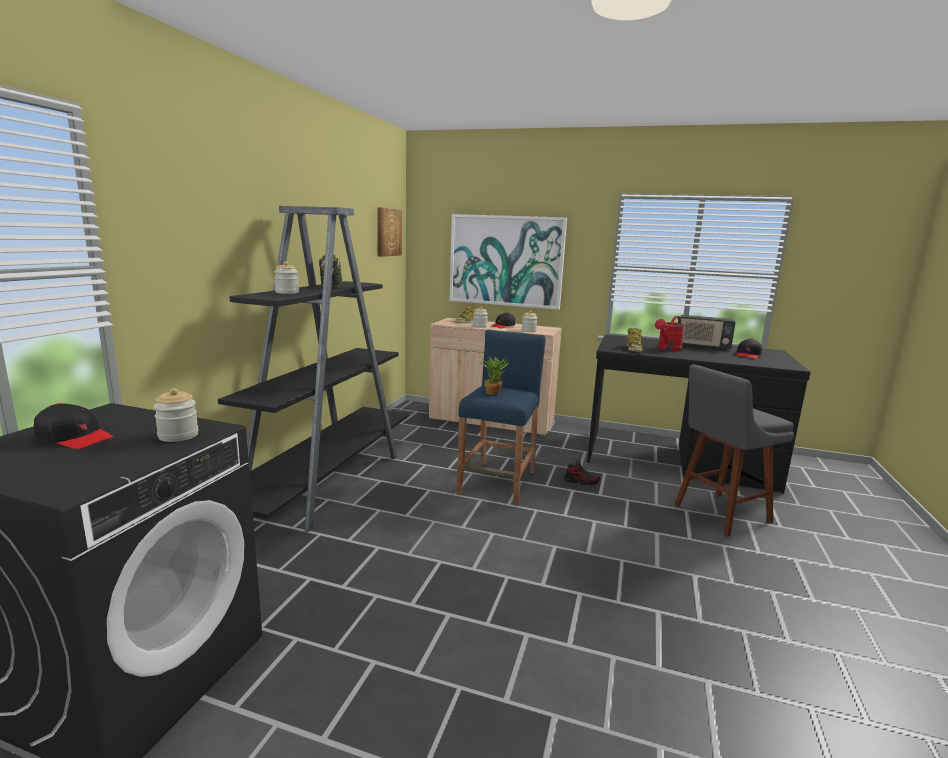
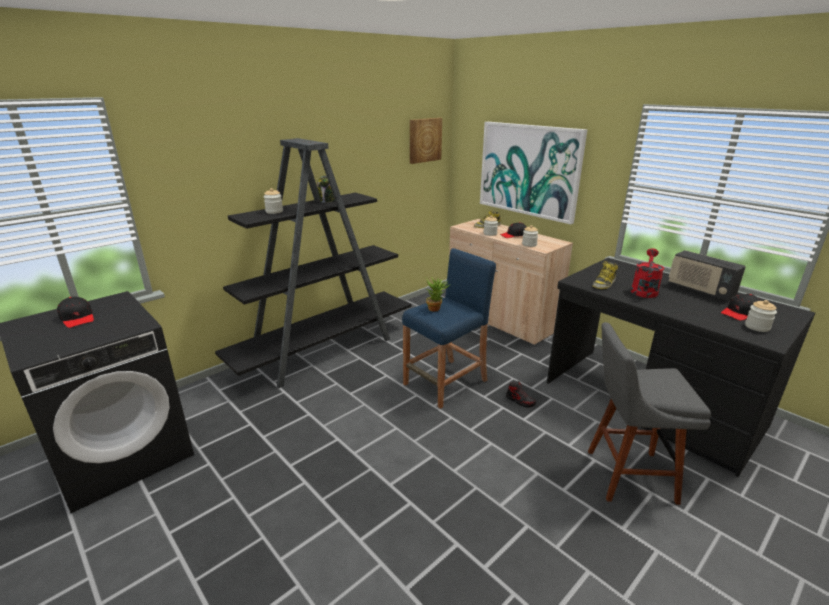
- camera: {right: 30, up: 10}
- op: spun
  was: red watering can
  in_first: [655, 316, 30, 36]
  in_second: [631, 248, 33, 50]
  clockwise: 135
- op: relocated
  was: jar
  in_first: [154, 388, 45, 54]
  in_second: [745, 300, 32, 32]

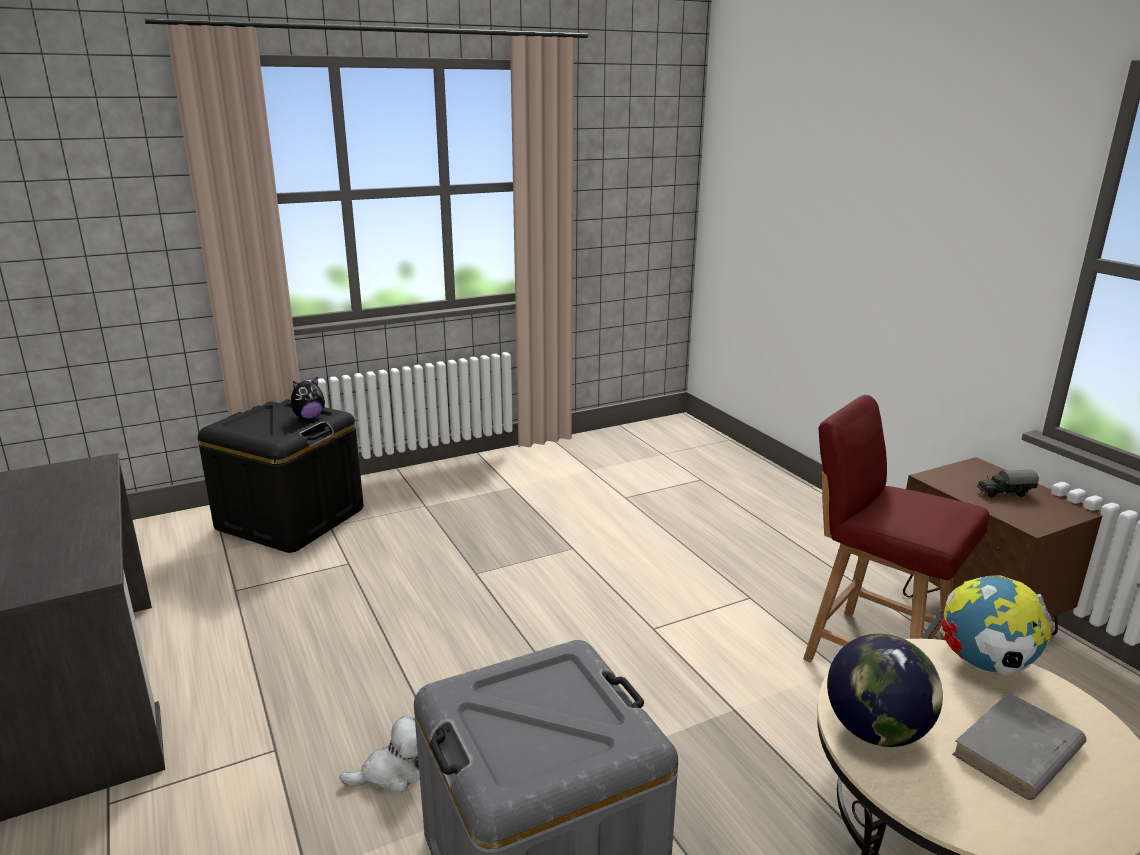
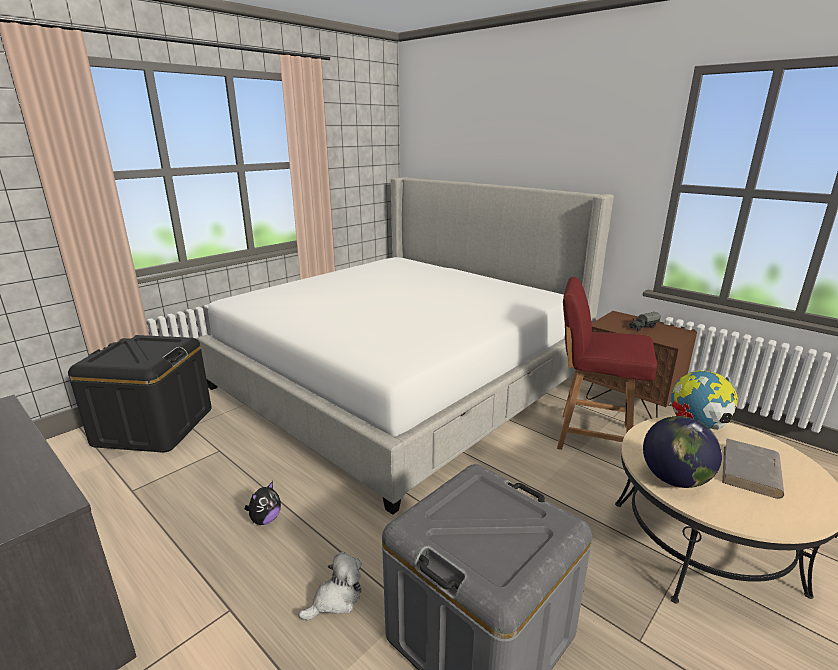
- camera: {right: -20, up: 0}
- op: relocated
  was: plush toy
  in_first: [291, 376, 34, 43]
  in_second: [245, 481, 36, 44]
- op: appeared
  now: bed
  in_second: [197, 177, 417, 338]

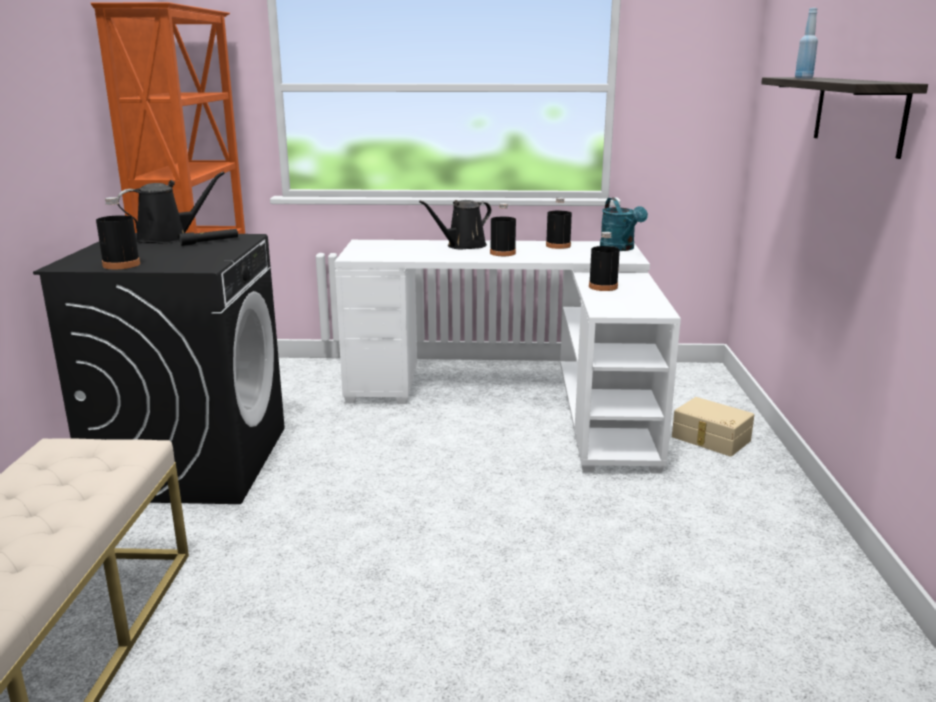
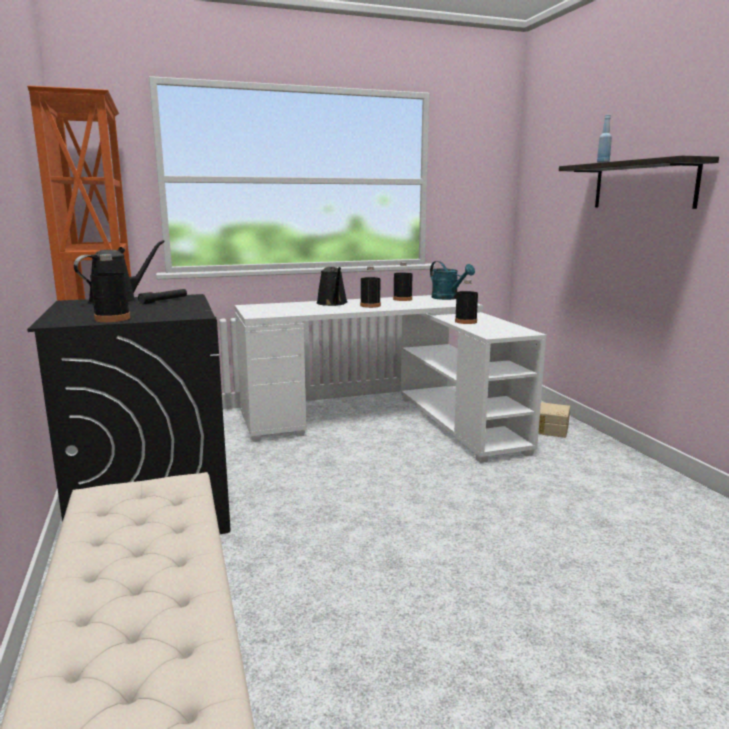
- camera: {right: -20, up: -5}
- op: spun
  was: black watering can
  in_first: [419, 200, 73, 50]
  in_second: [316, 266, 31, 40]
  clockwise: -45

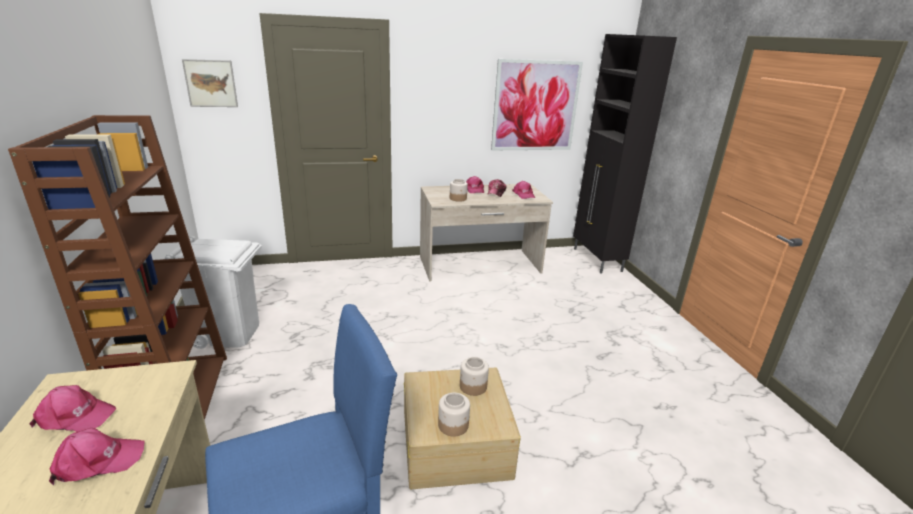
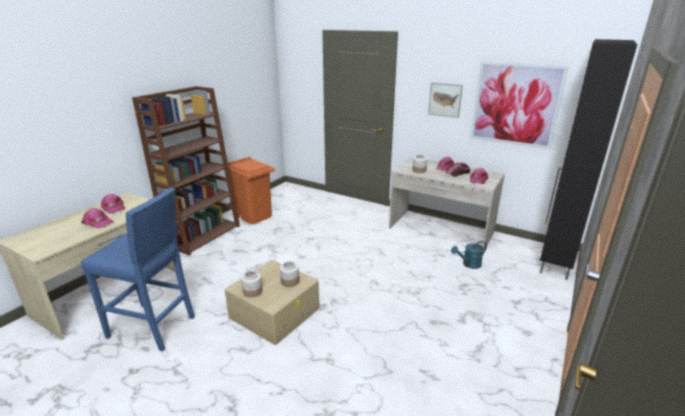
- camera: {right: 45, up: 0}
- op: relocated
  was: picture
  in_first: [182, 59, 56, 48]
  in_second: [428, 82, 35, 36]
- op: colour
  was: white trash can
  now: orange trash can
  in_first: [165, 236, 97, 113]
  in_second: [228, 157, 47, 67]
- op: appeared
  now: turquoise watering can
  in_second: [451, 241, 36, 28]

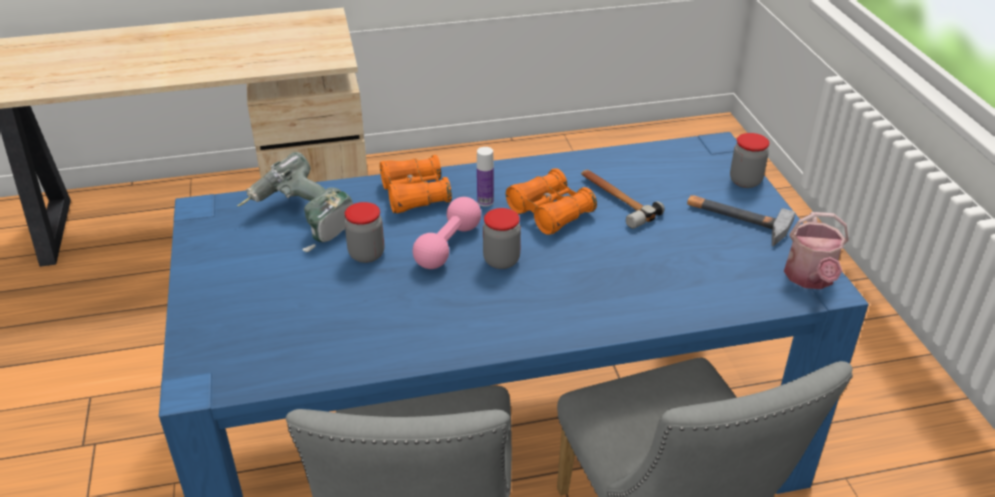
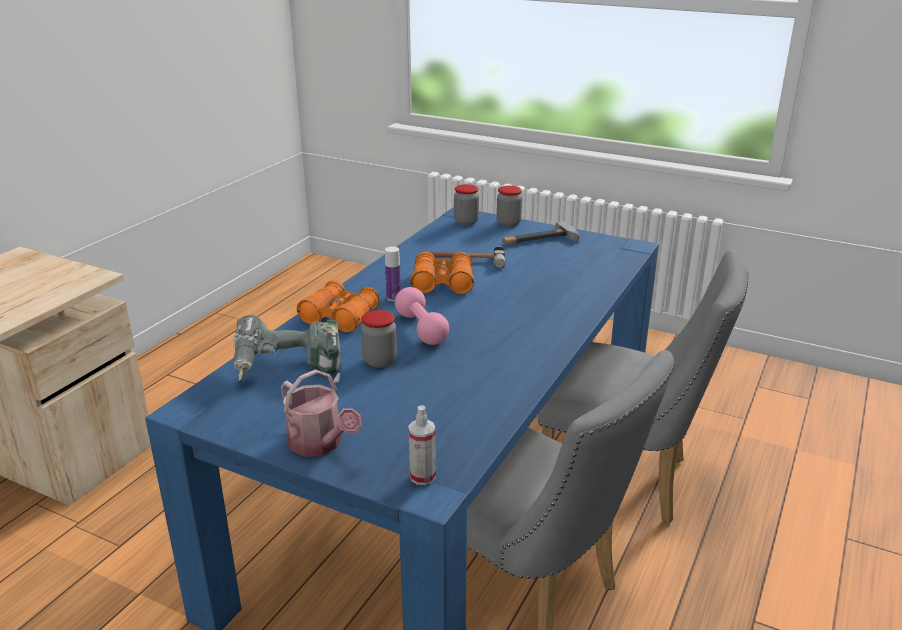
- camera: {right: -50, up: -10}
- op: relocated
  was: jar
  in_first: [483, 208, 38, 61]
  in_second: [454, 184, 25, 41]
- op: relocated
  was: watering can
  in_first: [784, 212, 65, 77]
  in_second: [281, 369, 81, 88]
- op: appeared
  now: spray bottle
  in_second: [408, 405, 28, 80]

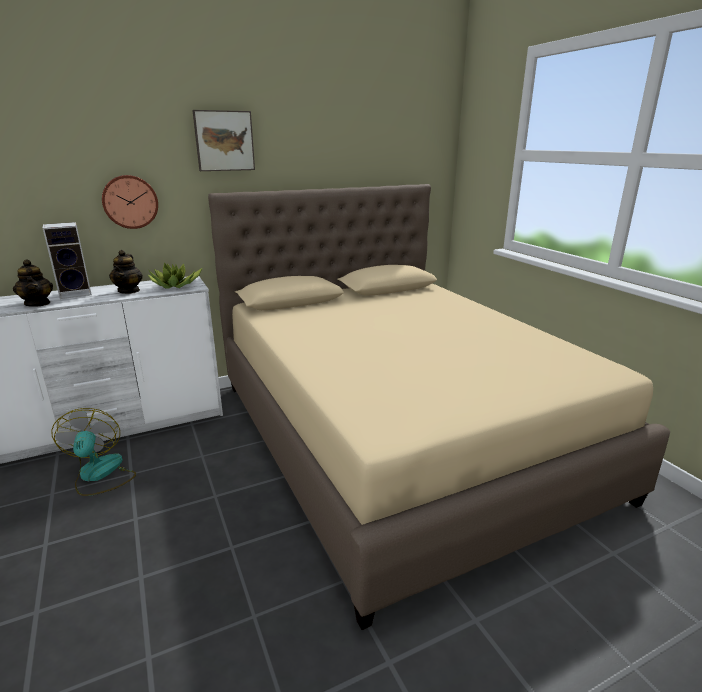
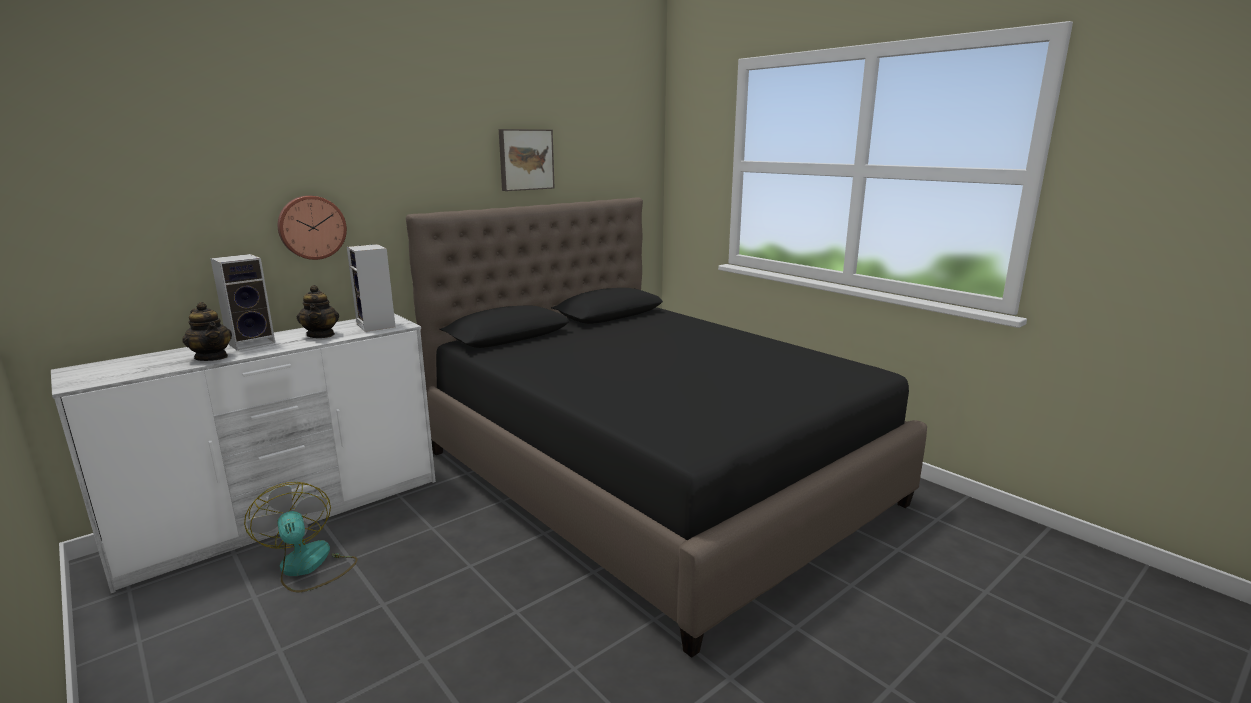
- camera: {right: -15, up: -5}
- op: relocated
  was: picture
  in_first: [192, 110, 63, 61]
  in_second: [499, 129, 56, 62]
- op: colour
  was: beige bed
  now: black bed
  in_first: [208, 184, 462, 446]
  in_second: [406, 197, 521, 461]
- op: exchanged
  was: potted plant
  now: speaker
  in_first: [147, 262, 55, 27]
  in_second: [347, 244, 49, 88]

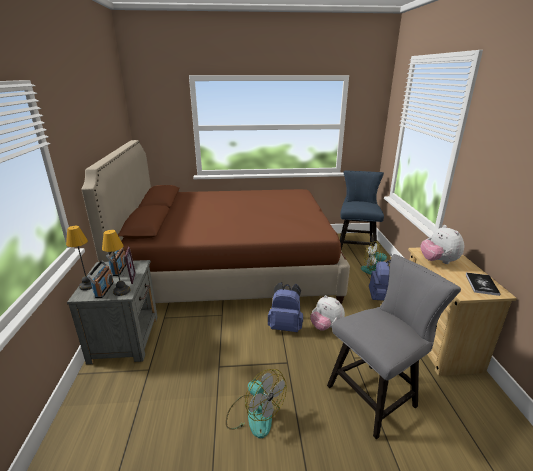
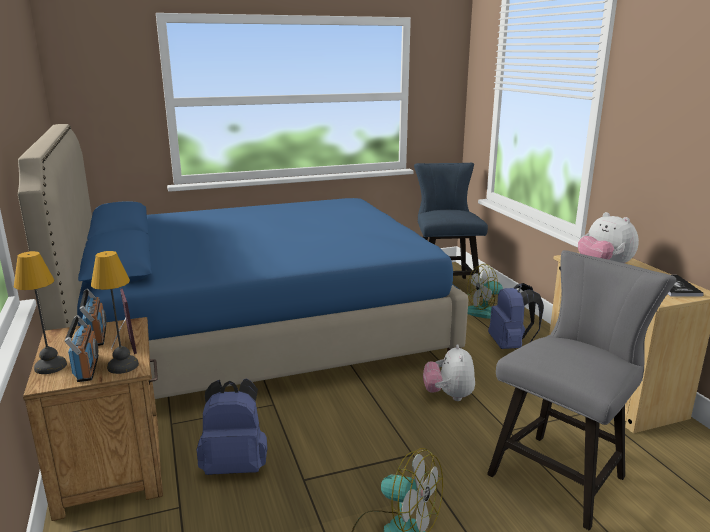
- camera: {right: -15, up: -5}
- op: colour
  was: brown bed
  now: blue bed
  in_first: [82, 140, 268, 164]
  in_second: [18, 124, 451, 275]
- op: colour
  was: grey nightstand
  now: brown nightstand
  in_first: [67, 260, 91, 105]
  in_second: [23, 317, 140, 204]
- op: relocated
  was: blue backpack
  in_first: [268, 282, 35, 50]
  in_second: [196, 379, 71, 96]
- op: spun
  was: plush toy
  in_first: [311, 295, 34, 36]
  in_second: [423, 344, 52, 57]
  clockwise: 60

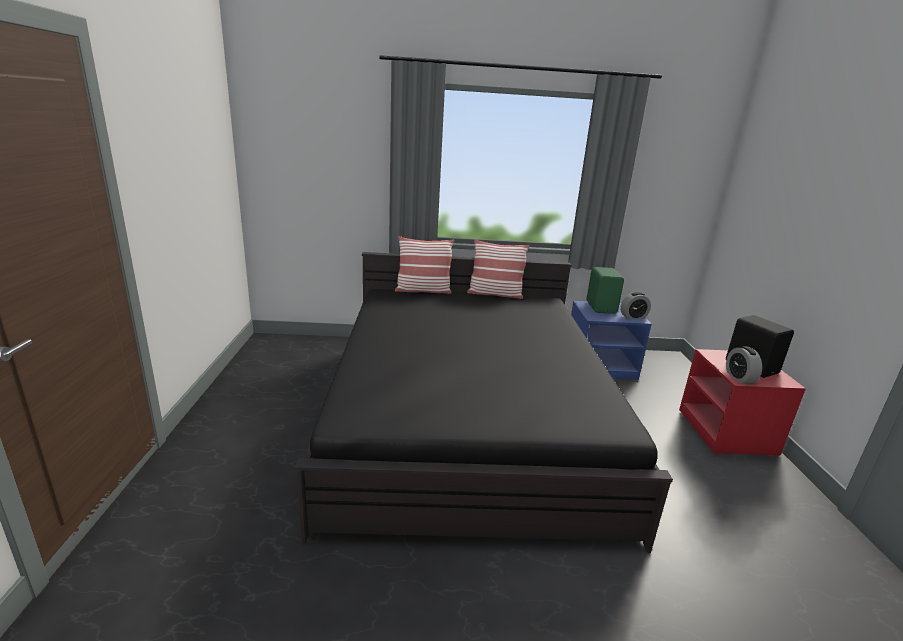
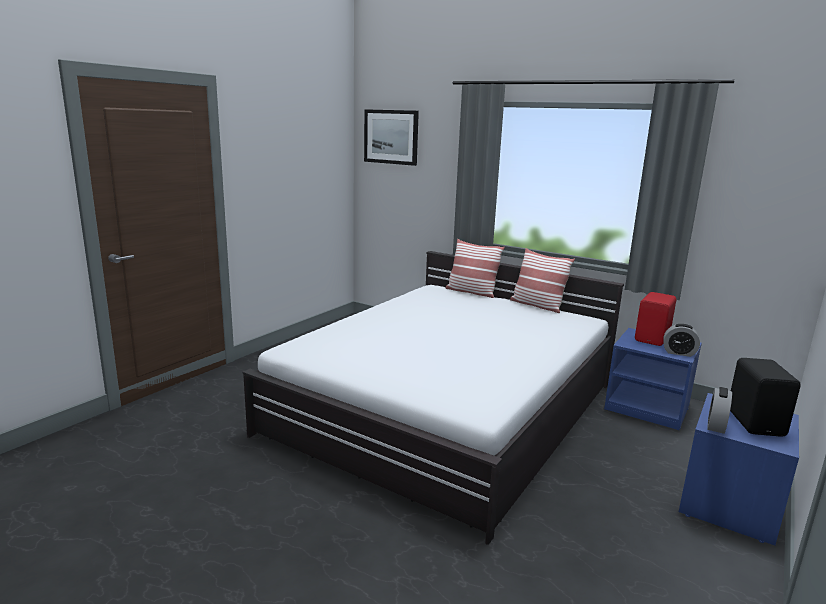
- camera: {right: 35, up: -5}
- op: colour
  was: black bed
  now: white bed
  in_first: [295, 252, 378, 301]
  in_second: [243, 251, 381, 294]
- op: colour
  was: green speaker
  now: red speaker
  in_first: [586, 267, 38, 47]
  in_second: [635, 292, 41, 54]
- op: colour
  was: red nightstand
  now: blue nightstand
  in_first: [679, 349, 127, 108]
  in_second: [679, 393, 120, 153]
- op: appeared
  now: picture
  in_second: [364, 109, 55, 57]

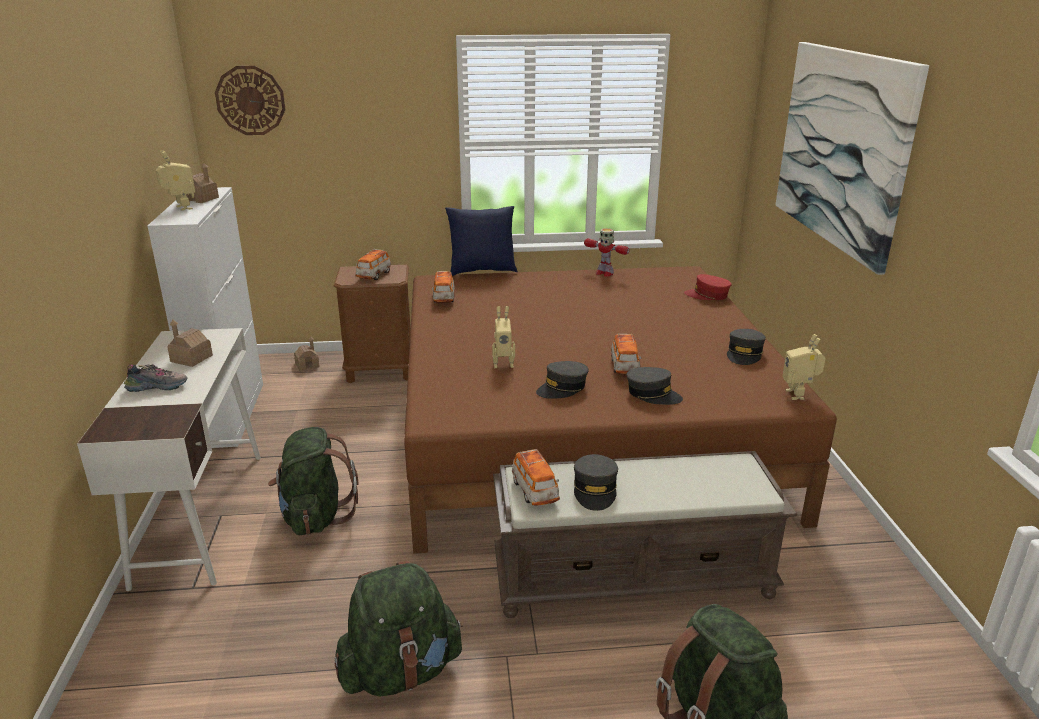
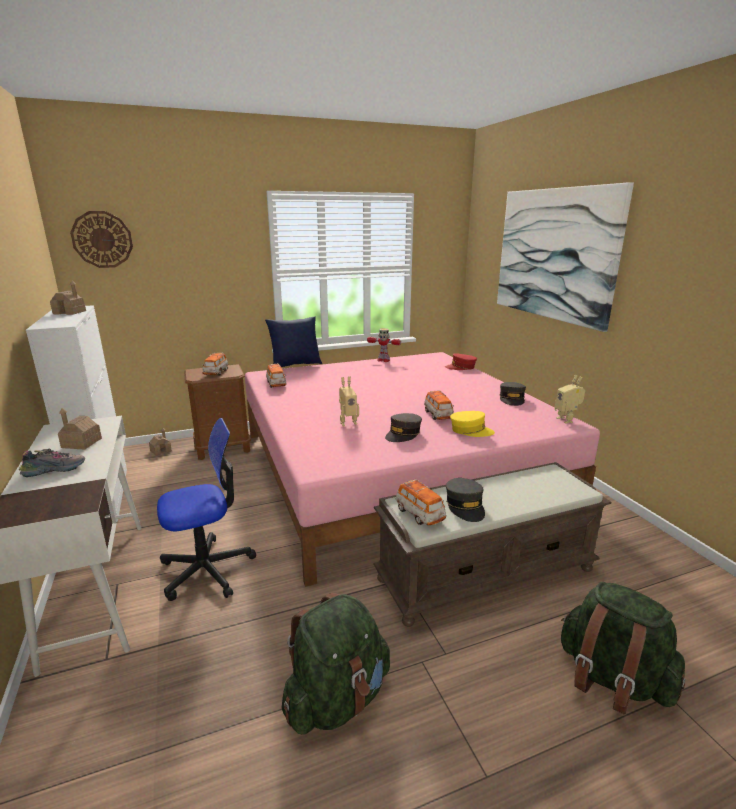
- camera: {right: -15, up: -5}
- op: missing
  was: toy robot
  in_first: [155, 150, 40, 61]
- op: colour
  was: brown bed
  now: pink bed
  in_first: [404, 266, 433, 288]
  in_second: [245, 352, 355, 235]
- op: colour
  was: grey cap
  now: yellow cap
  in_first: [627, 367, 56, 38]
  in_second: [450, 411, 45, 26]
- op: exchanged
  was: green backpack
  now: office chair
  in_first: [268, 427, 90, 108]
  in_second: [157, 418, 99, 183]

